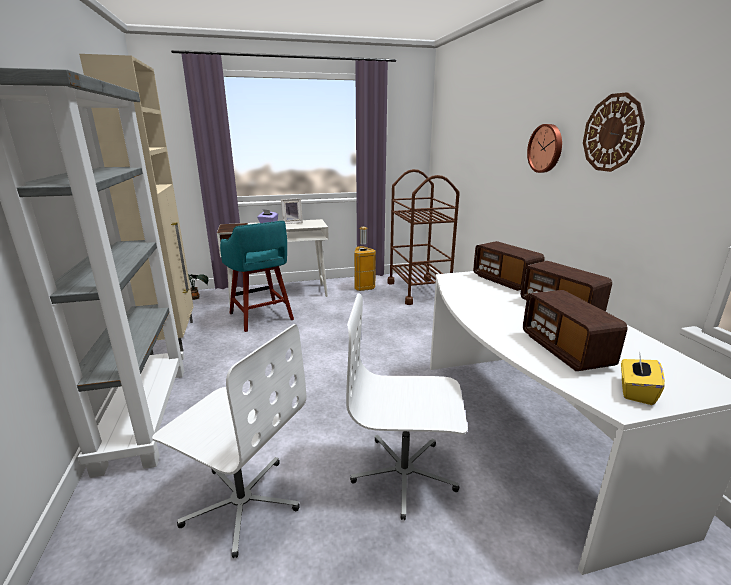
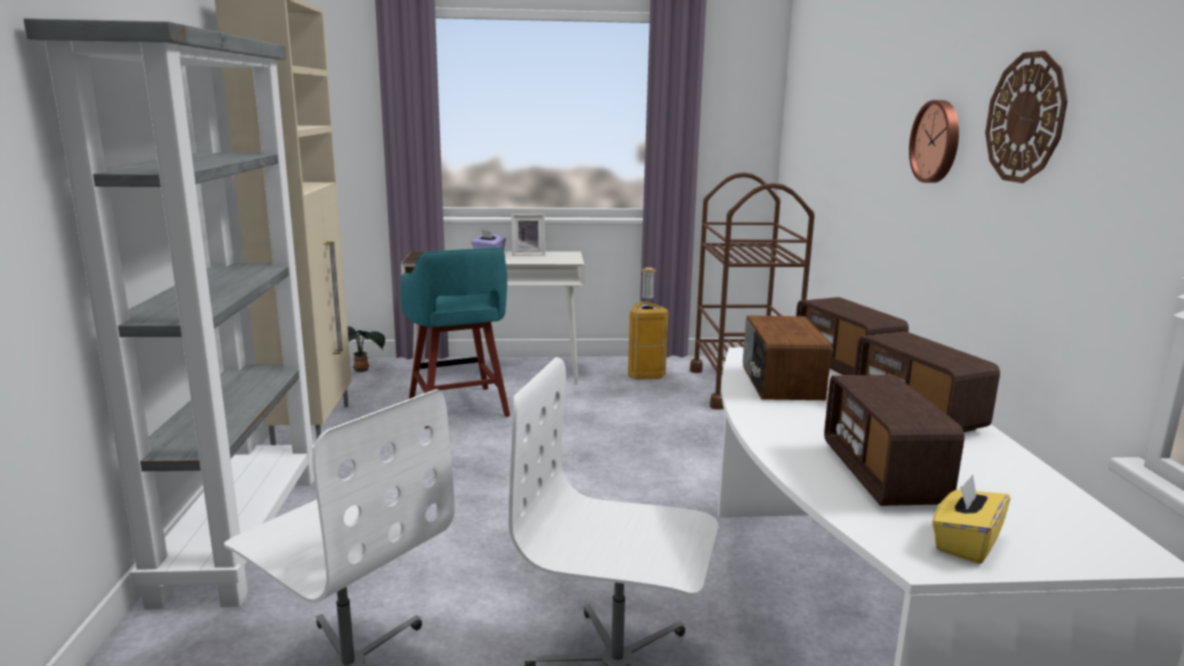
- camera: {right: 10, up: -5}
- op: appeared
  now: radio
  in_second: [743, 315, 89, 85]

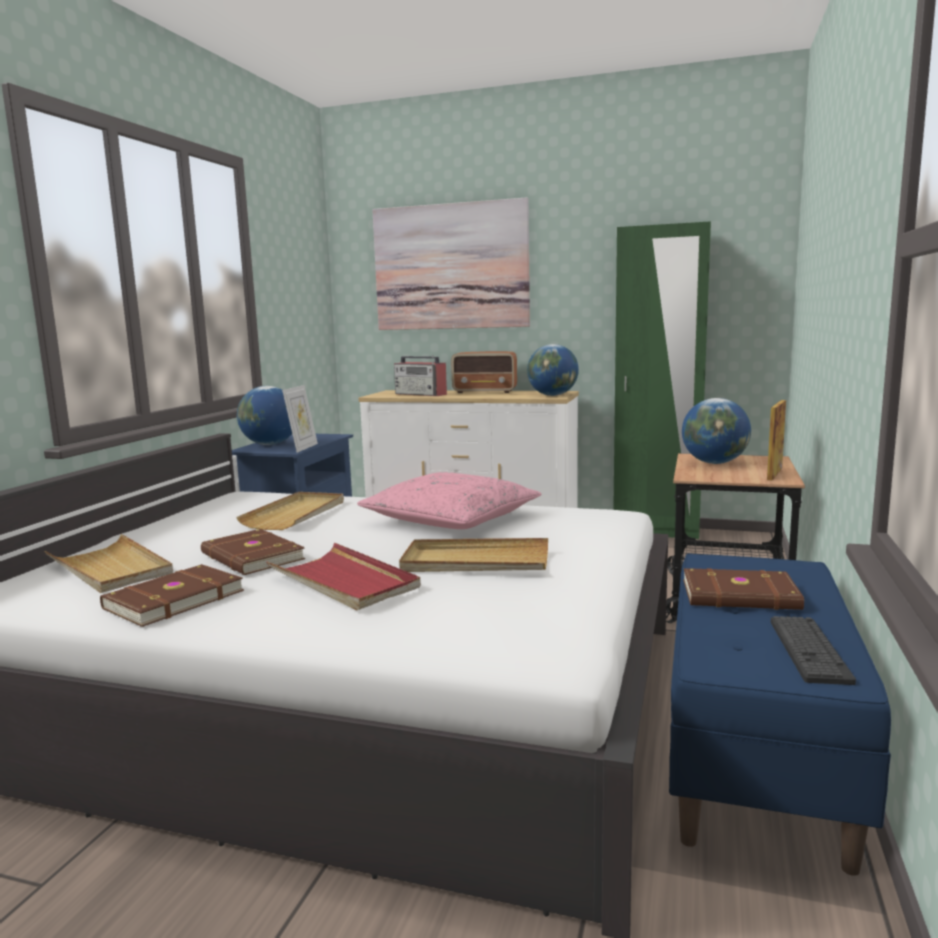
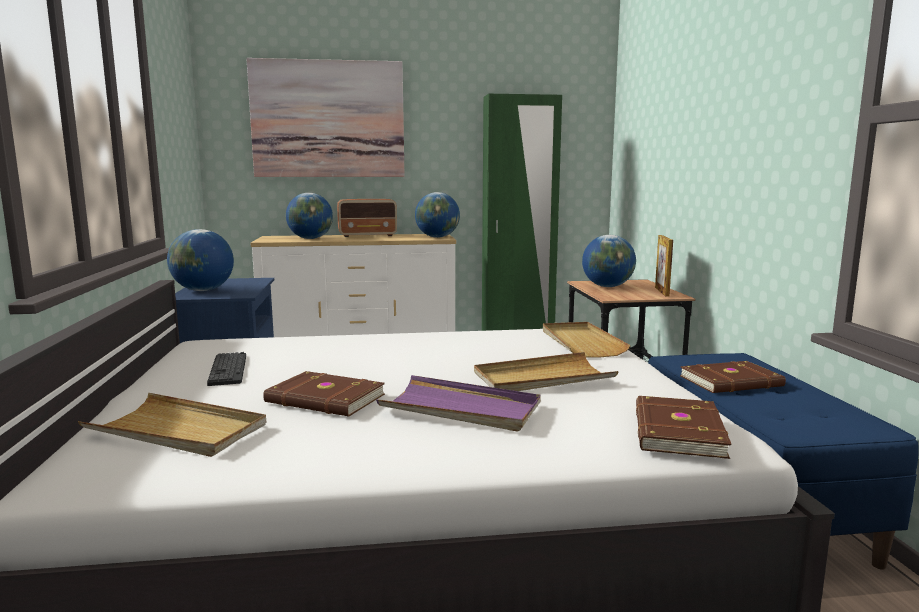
- camera: {right: -25, up: 0}
- op: exchanged
  was: radio
  now: globe
  in_first: [394, 355, 53, 41]
  in_second: [286, 193, 47, 46]
- op: missing
  was: picture frame
  in_first: [282, 385, 36, 68]
- op: missing
  was: pink pillow
  in_first: [357, 472, 185, 57]
- op: relocated
  was: beige tray
  in_first: [236, 492, 108, 38]
  in_second: [543, 322, 88, 35]
- op: colour
  was: red tray
  now: purple tray
  in_first: [267, 543, 154, 68]
  in_second: [376, 375, 165, 57]
- op: relocated
  was: brown book
  in_first: [100, 564, 144, 63]
  in_second: [636, 396, 95, 63]
- op: relocated
  was: keyboard
  in_first: [771, 616, 85, 69]
  in_second: [207, 352, 39, 34]

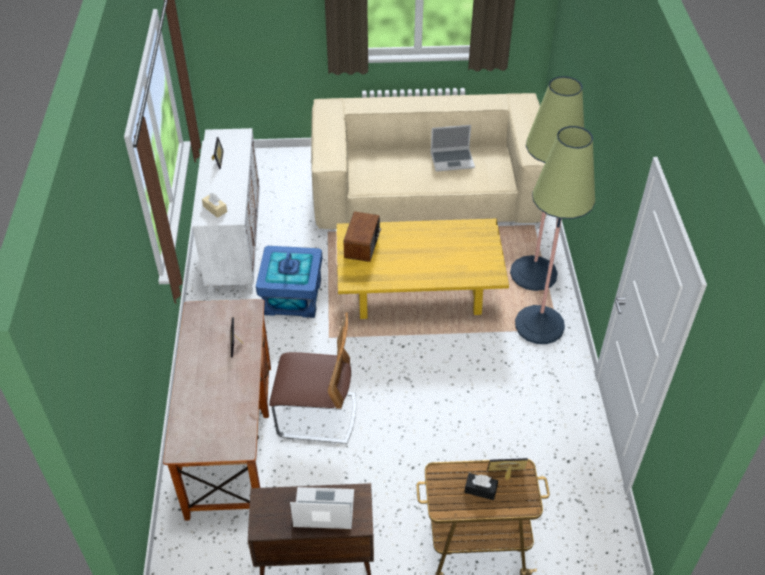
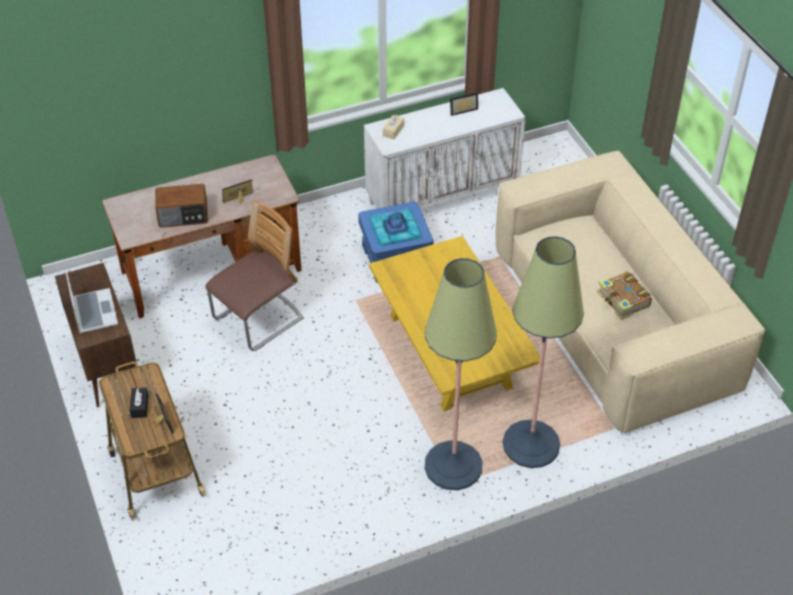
- camera: {right: 70, up: 0}
- op: exchanged
  was: laptop
  now: book
  in_first: [431, 125, 44, 46]
  in_second: [597, 271, 55, 49]
- op: relocated
  was: radio
  in_first: [343, 212, 38, 50]
  in_second: [155, 184, 53, 44]
- op: spun
  was: chair
  in_first: [269, 312, 87, 132]
  in_second: [205, 200, 99, 151]
  clockwise: -120

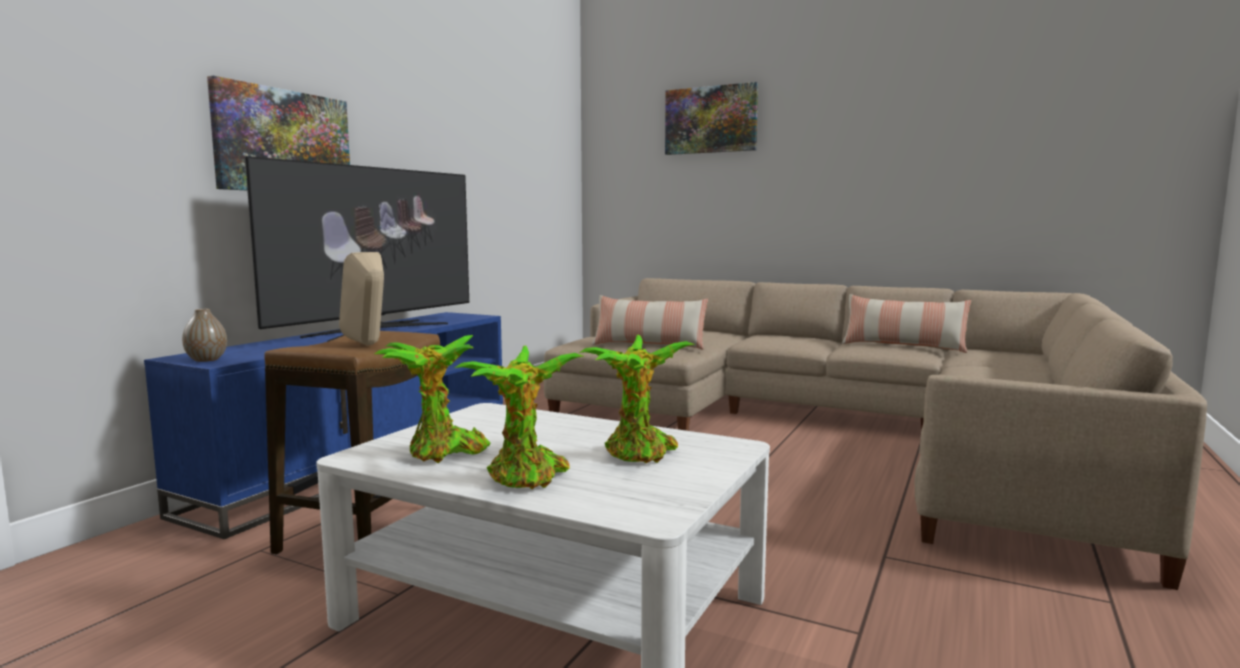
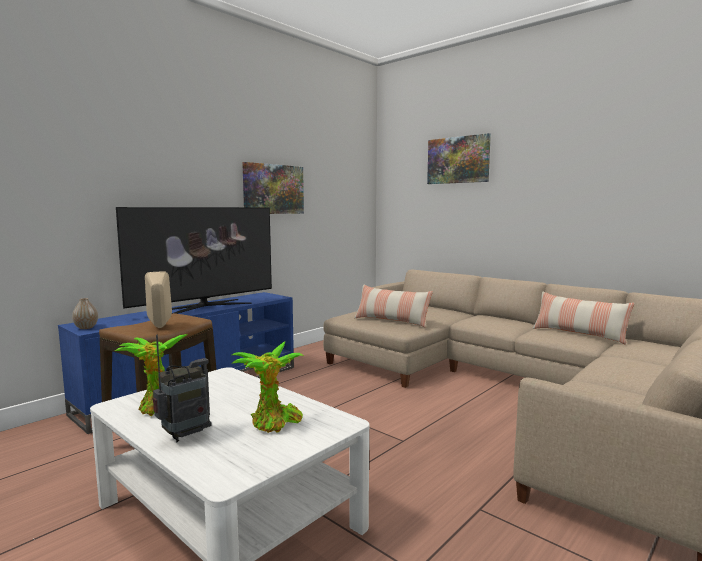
- camera: {right: 15, up: 0}
- op: relocated
  was: picture
  in_first: [207, 76, 143, 114]
  in_second: [242, 162, 62, 52]
- op: exchanged
  was: potted plant
  now: radio
  in_first: [454, 346, 130, 143]
  in_second: [153, 335, 58, 107]

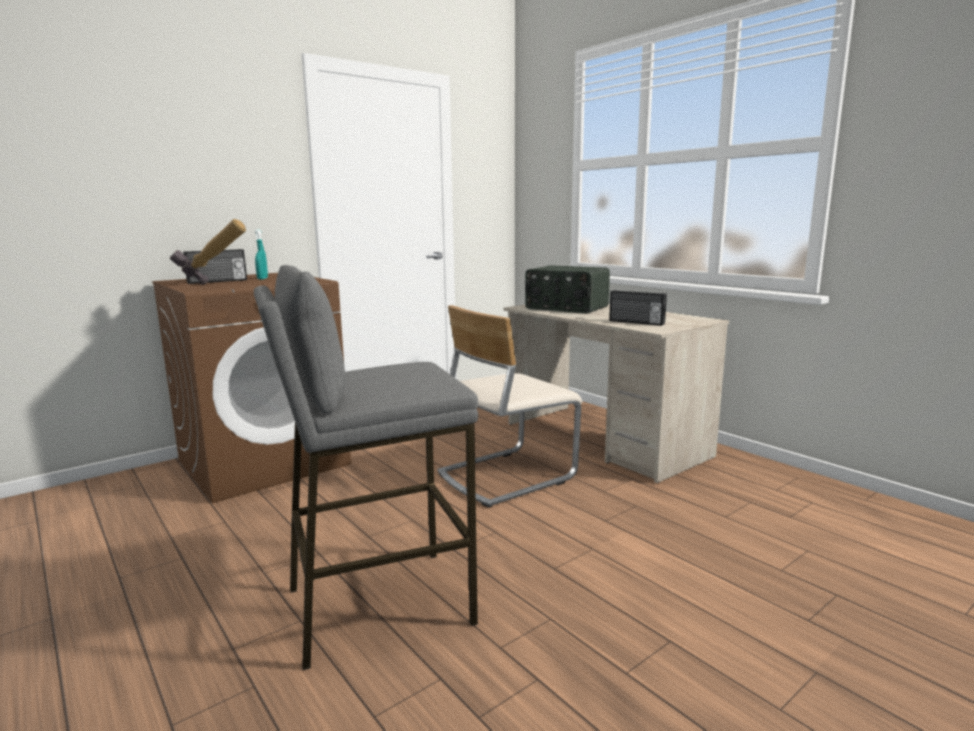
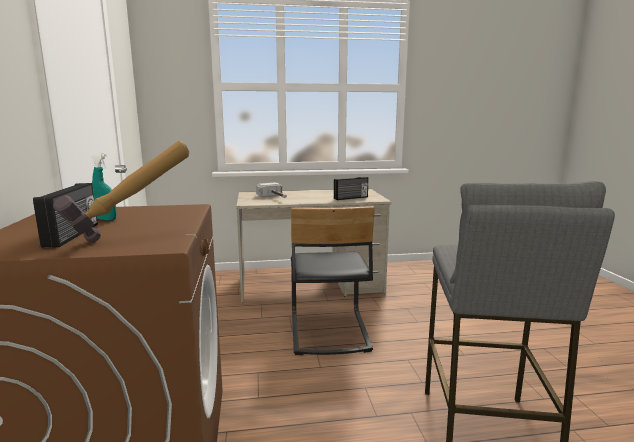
- camera: {right: -60, up: 0}
- op: exchanged
  was: radio
  now: hammer
  in_first: [525, 265, 85, 49]
  in_second: [256, 182, 31, 16]
- op: colour
  was: beige chair
  now: black chair
  in_first: [437, 305, 145, 203]
  in_second: [291, 206, 84, 149]

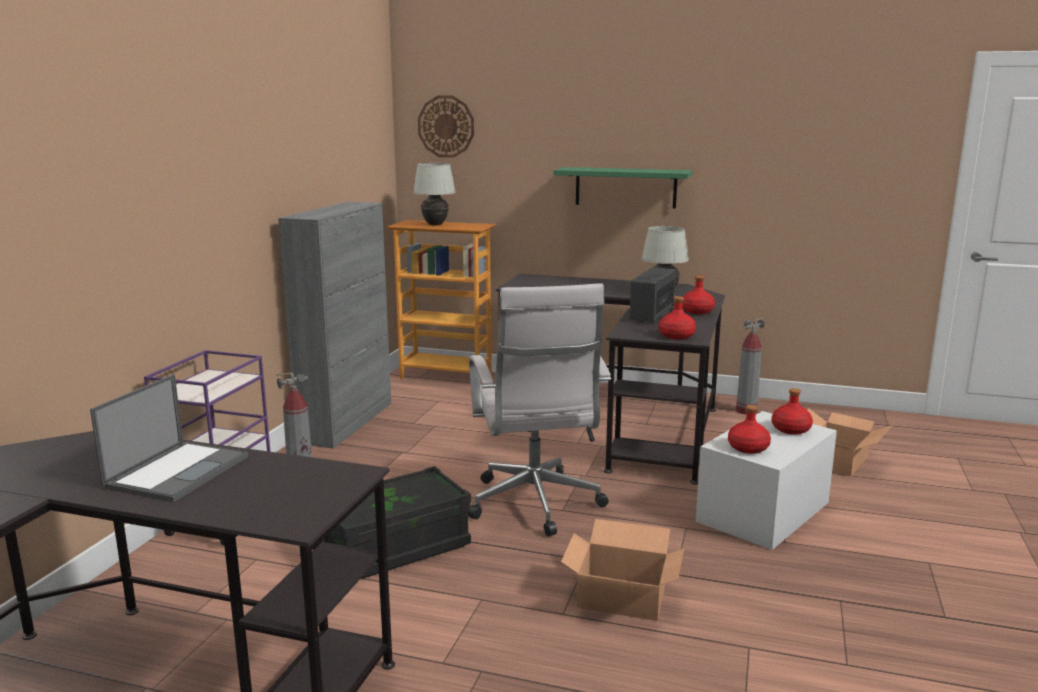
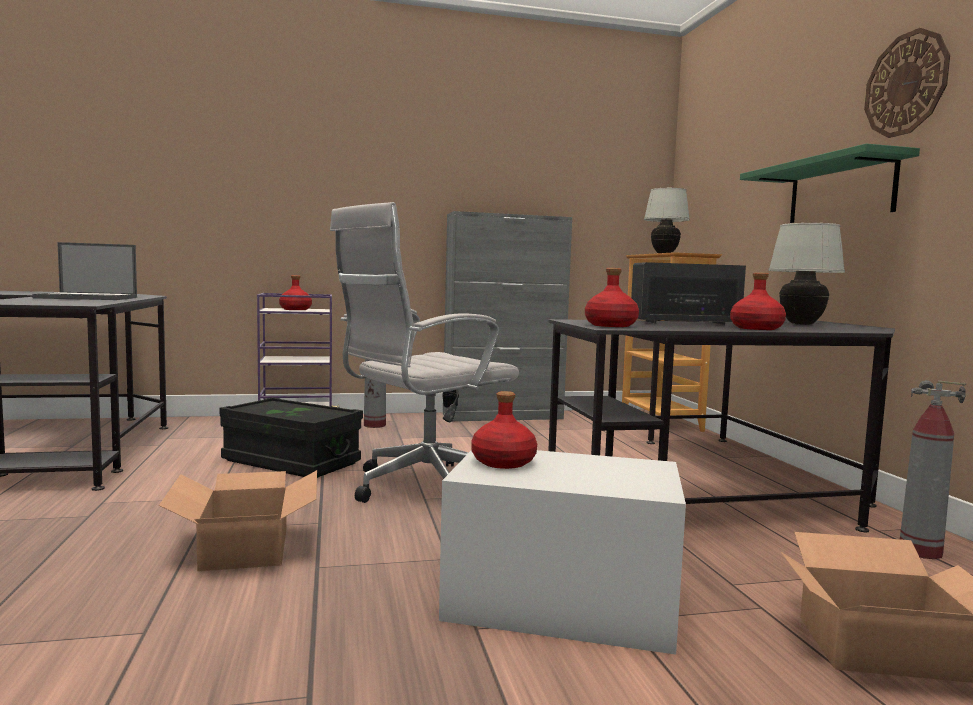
- camera: {right: 60, up: -10}
- op: relocated
  was: wall clock
  in_first: [418, 96, 56, 62]
  in_second: [864, 28, 86, 110]
- op: relocated
  was: red bottle
  in_first: [772, 388, 41, 47]
  in_second: [279, 275, 33, 35]

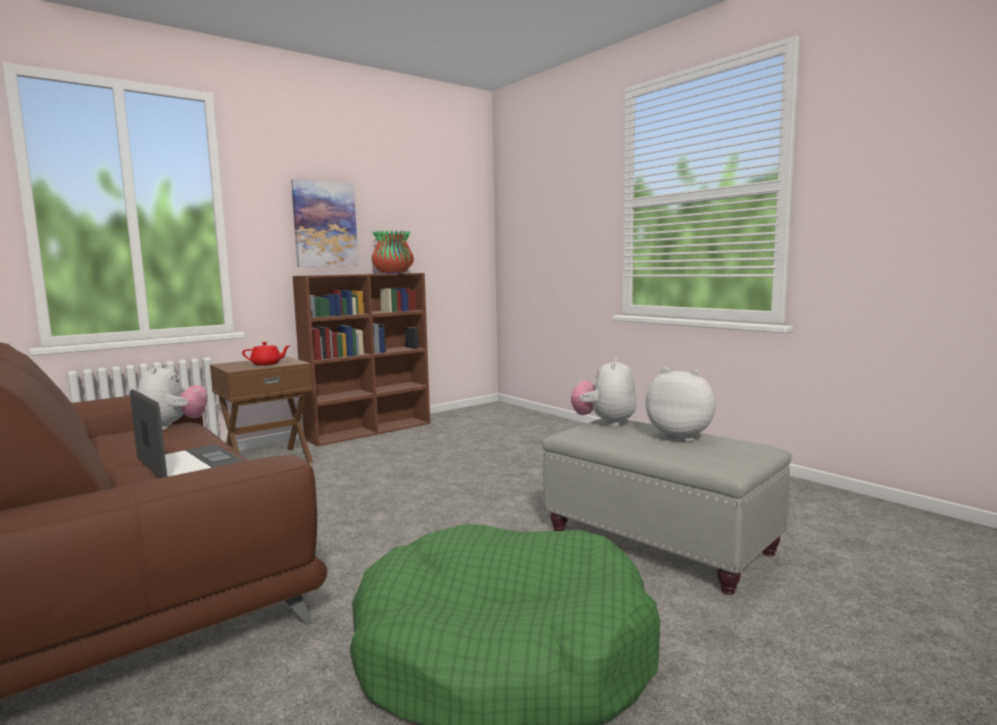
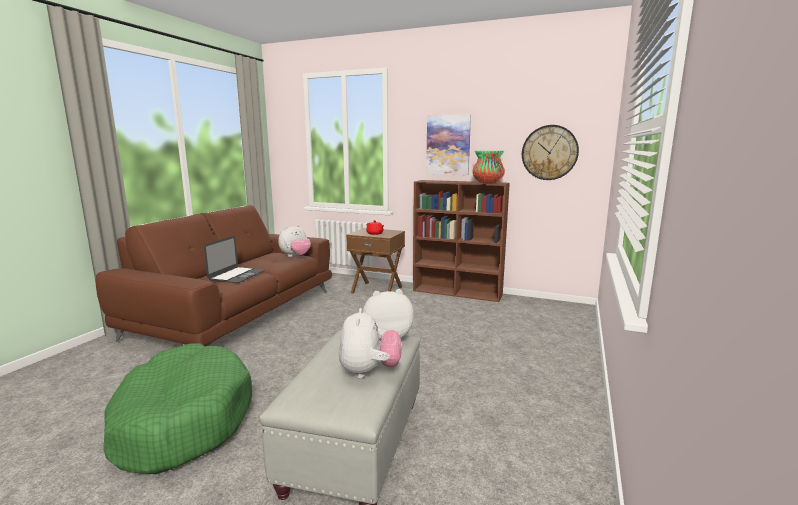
- camera: {right: 60, up: 5}
- op: appeared
  now: wall clock
  in_second: [522, 125, 57, 55]

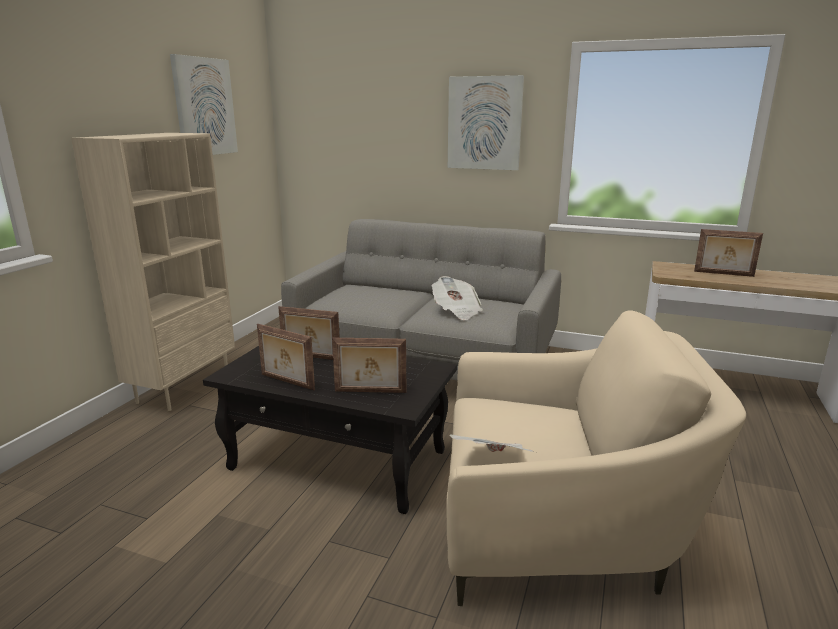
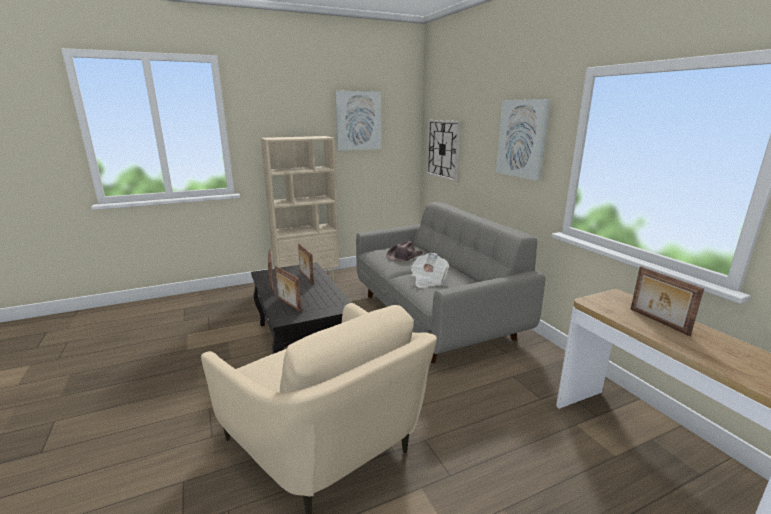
- camera: {right: 45, up: 0}
- op: missing
  was: newspaper
  in_first: [450, 435, 84, 17]
- op: appeared
  now: wall clock
  in_second: [427, 120, 34, 62]
- op: appeared
  now: brown hat
  in_second: [386, 241, 37, 20]

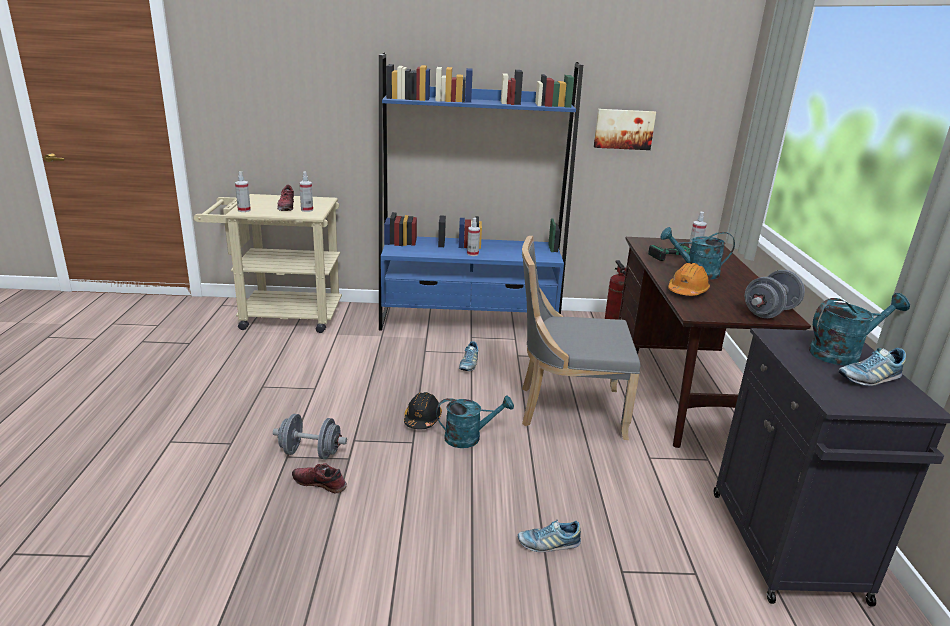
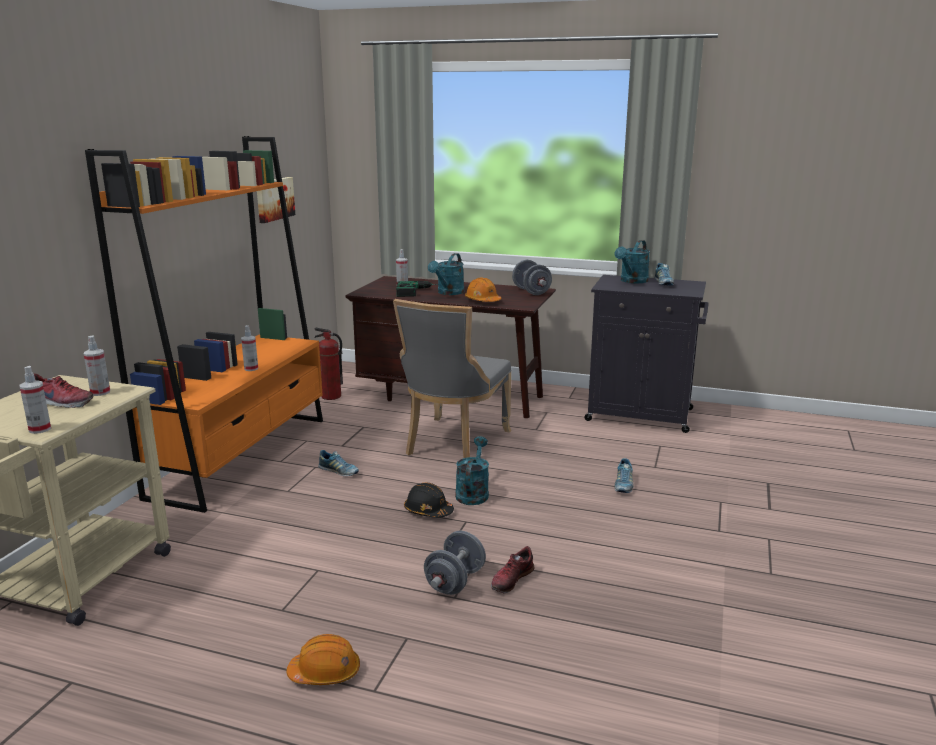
- camera: {right: -70, up: -5}
- op: colour
  was: blue bookcase
  now: orange bookcase
  in_first: [379, 53, 204, 277]
  in_second: [85, 136, 238, 377]
- op: spun
  was: turquoise watering can
  in_first: [809, 293, 101, 72]
  in_second: [614, 240, 36, 43]
  clockwise: -150
- op: appeared
  now: orange hard hat
  in_second: [286, 634, 74, 51]

